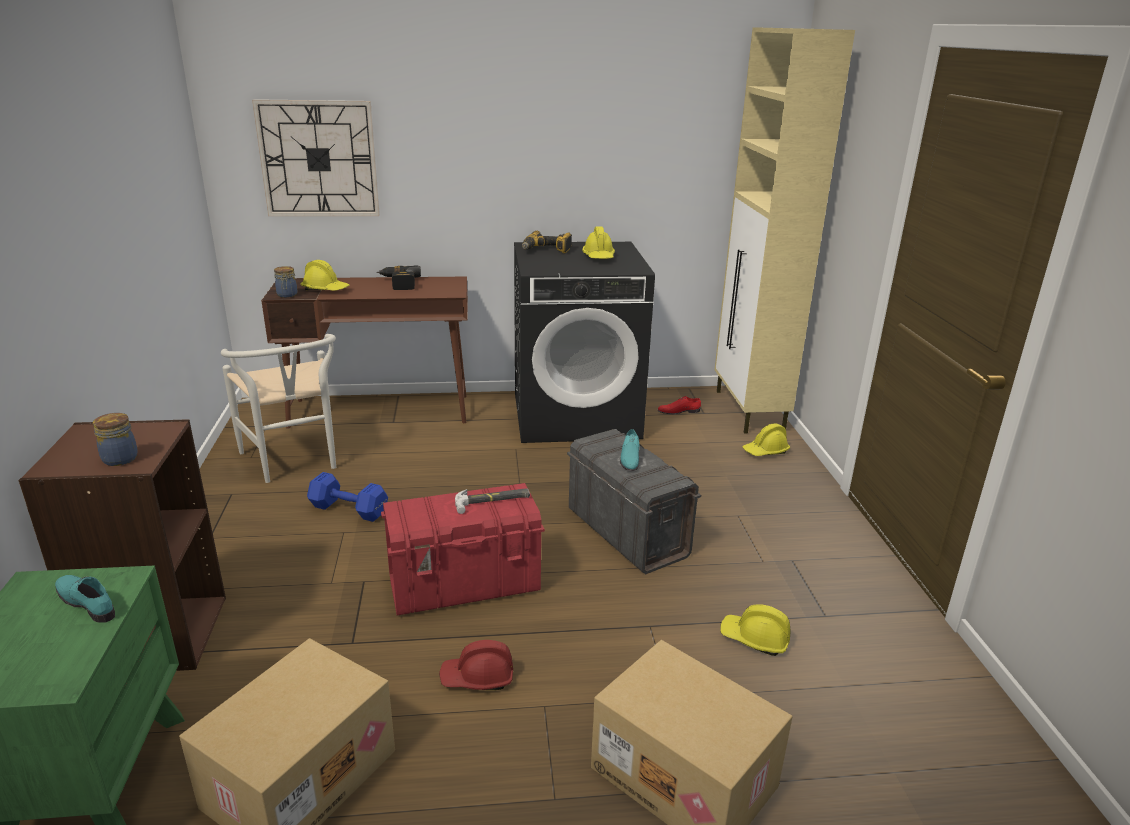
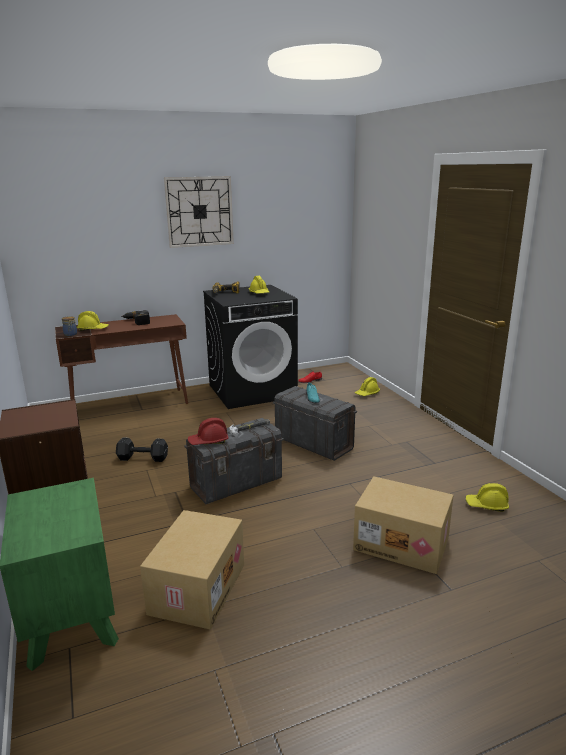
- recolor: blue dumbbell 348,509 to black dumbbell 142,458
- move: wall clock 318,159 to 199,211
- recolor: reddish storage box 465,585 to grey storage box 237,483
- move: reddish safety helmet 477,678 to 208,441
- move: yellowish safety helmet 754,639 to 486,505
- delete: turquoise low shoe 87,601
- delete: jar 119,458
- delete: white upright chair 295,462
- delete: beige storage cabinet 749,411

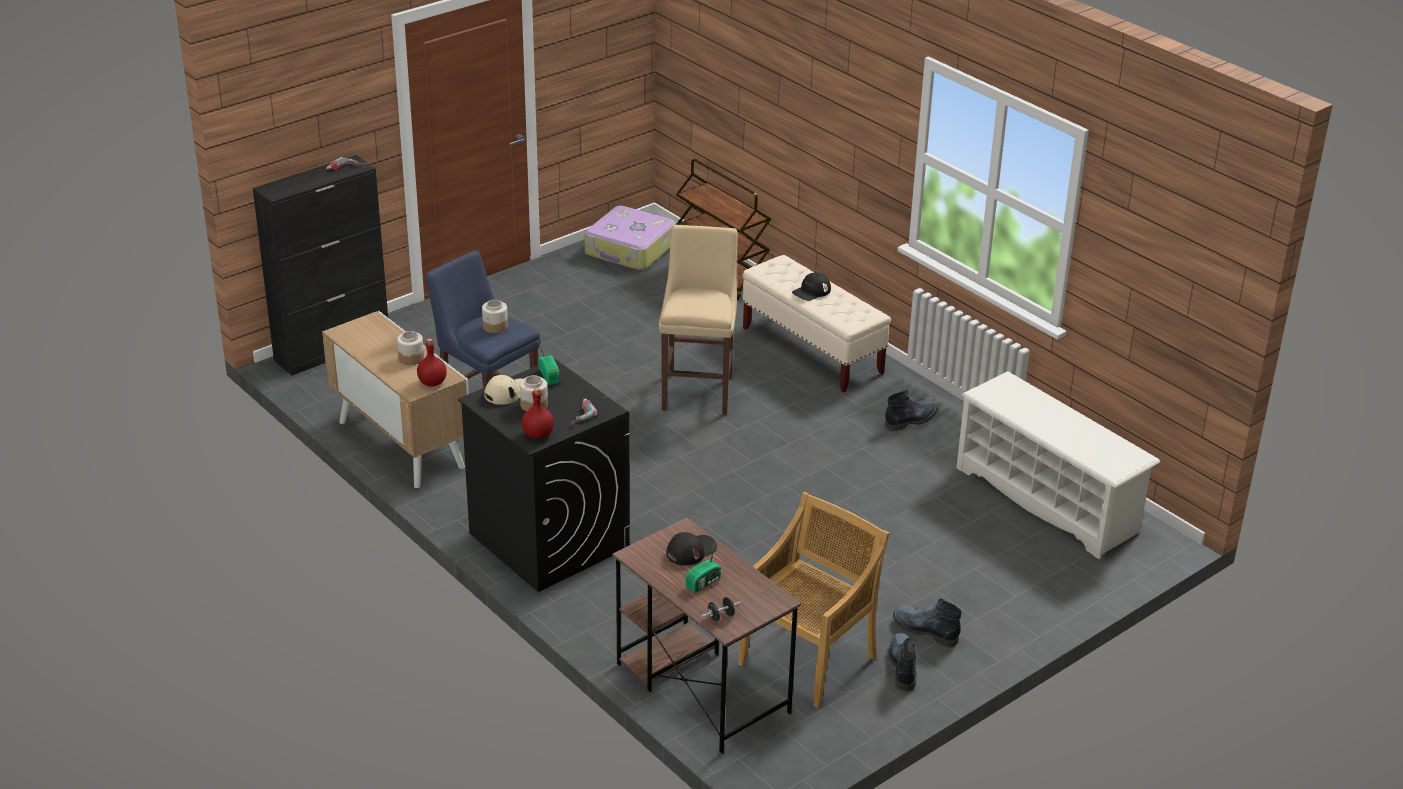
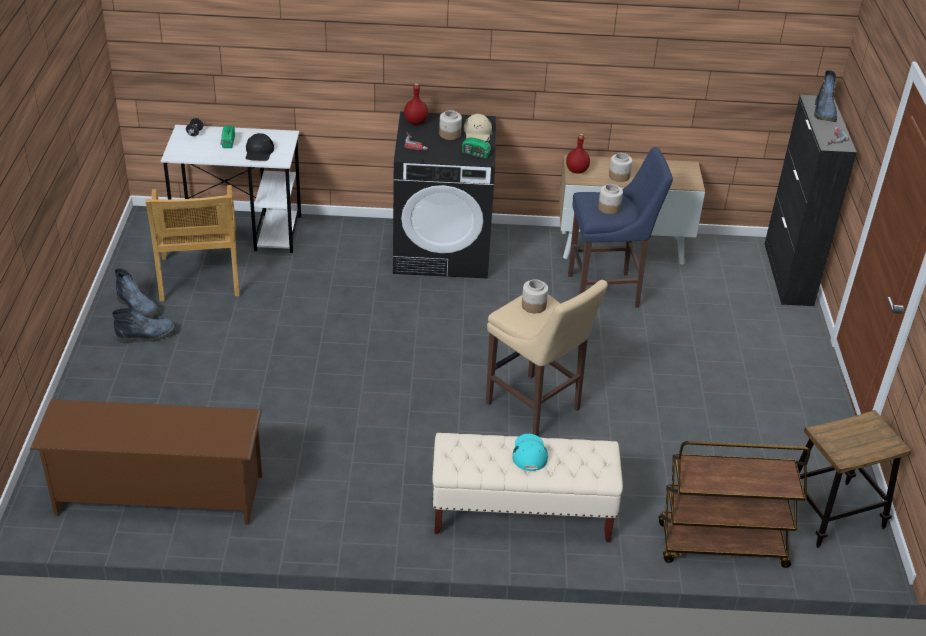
- recolor: white shoe rack 1048,500 to brown-coloured shoe rack 158,495
- recolor: brown-coloured desk table 701,687 to white desk table 240,231
- recolor: black peaked cap 811,291 to turquoise peaked cap 529,453
- insert: jar 533,305
- replace: travel case 630,250 to stool seat 832,514
- move: high-top boot 911,419 to 824,113

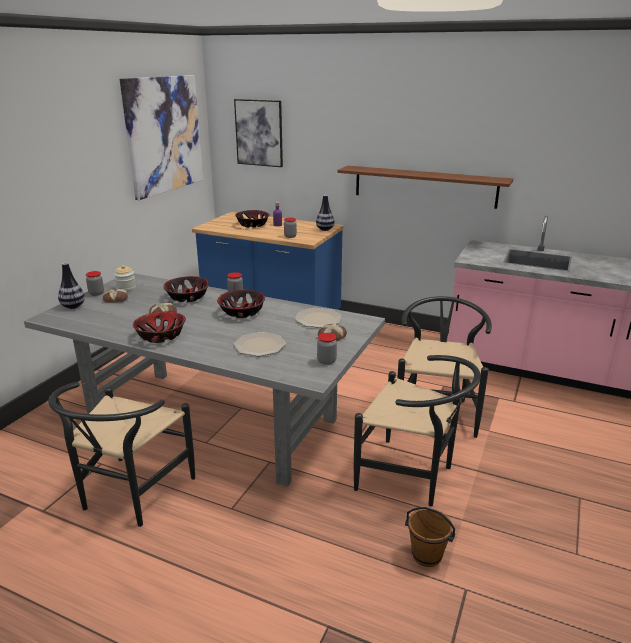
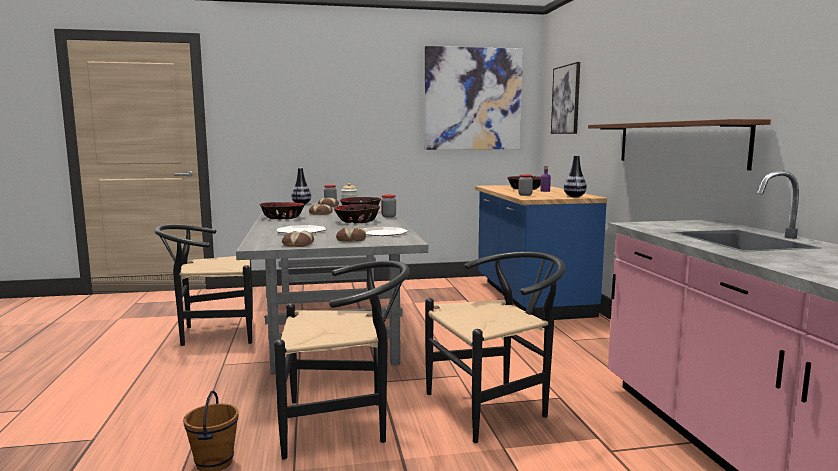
- rotate: black upright chair 412,477 = 345,424 90 degrees counterclockwise
- replace: jar 326,361 to bread 297,244

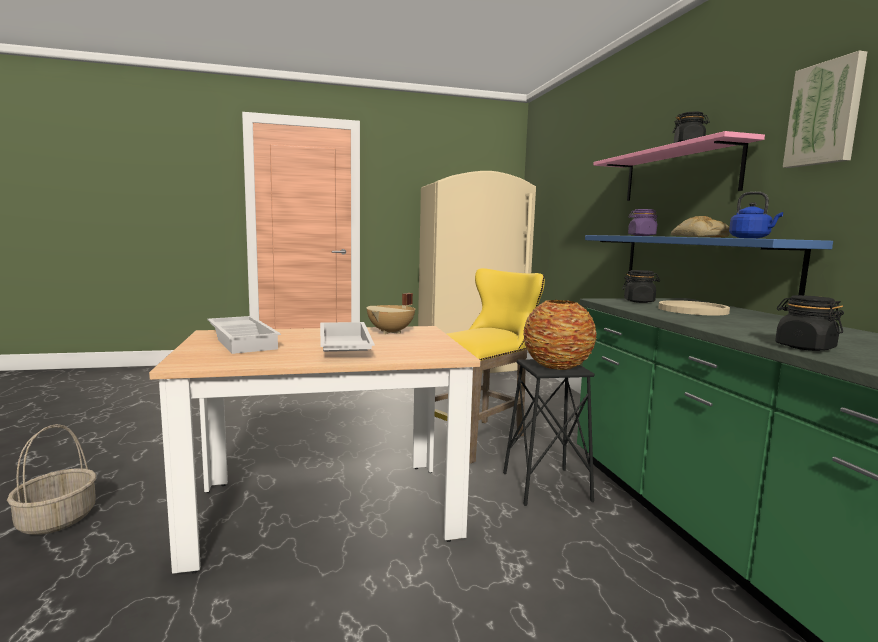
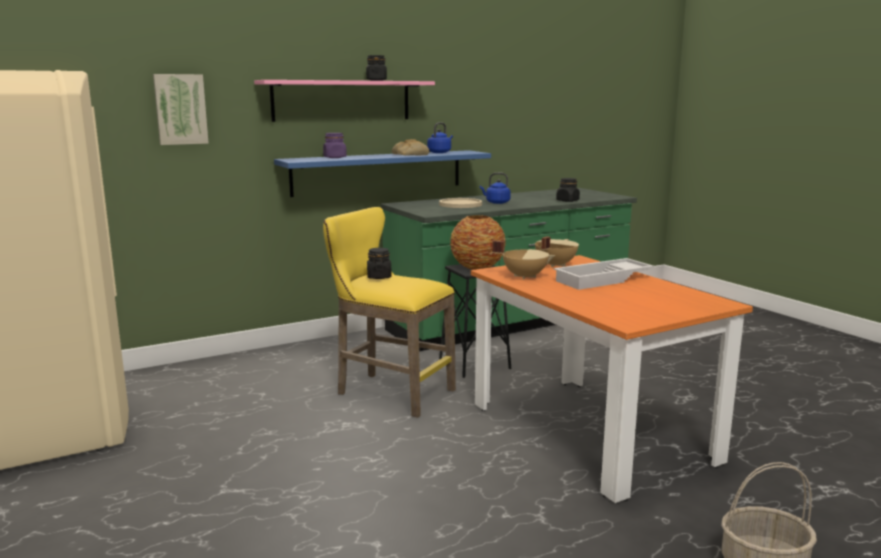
- move: picture 825,114 to 180,109
- move: black jar 639,301 to 379,277
- recolor: beige dinner table 326,510 to orange dinner table 590,432
- insert: blue water kettle 496,202
- insert: beige stockpot 554,265
- delete: white serving tray 244,340

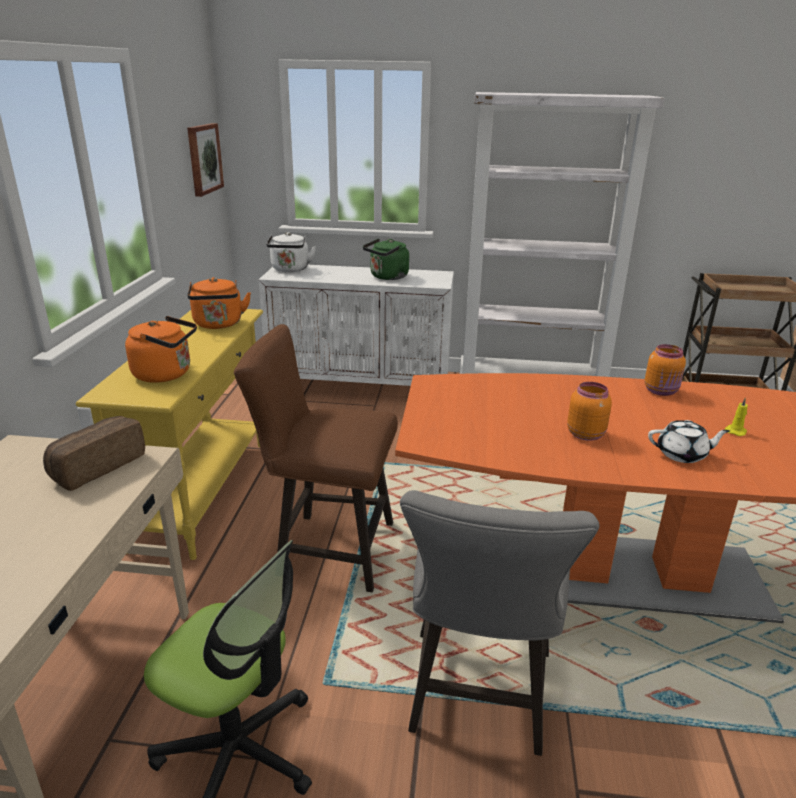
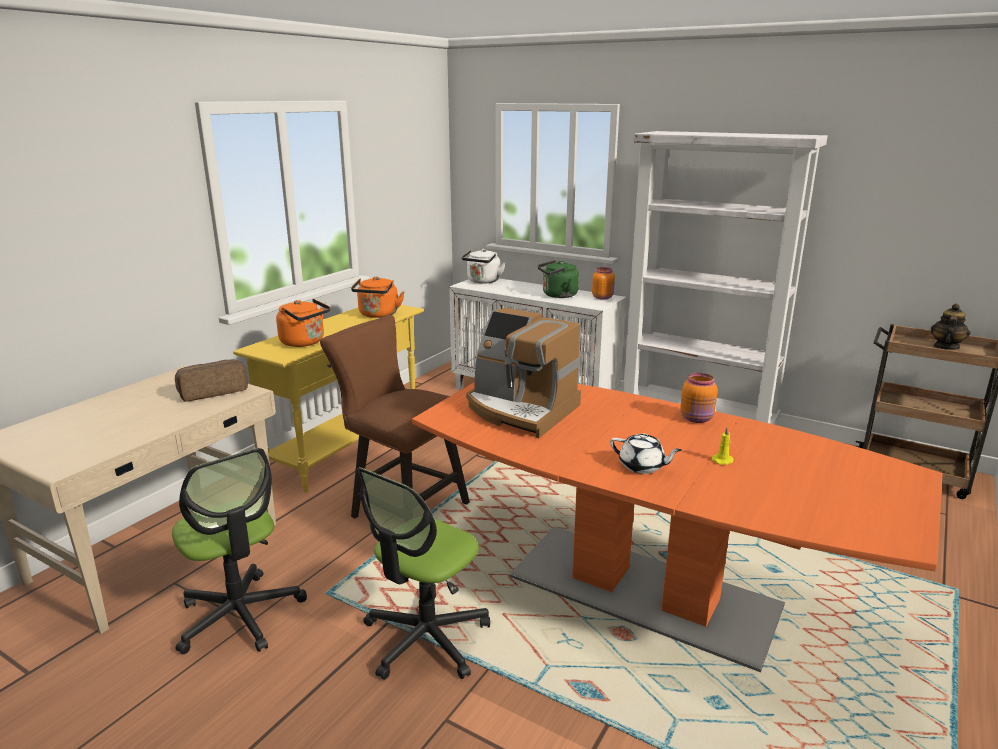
- replace: grey stool seat 478,700 to desk chair 426,638
- insert: coffee machine 521,410
- move: orange jar 585,434 to 602,297
- insert: tea pot 945,347
- delete: picture 203,159

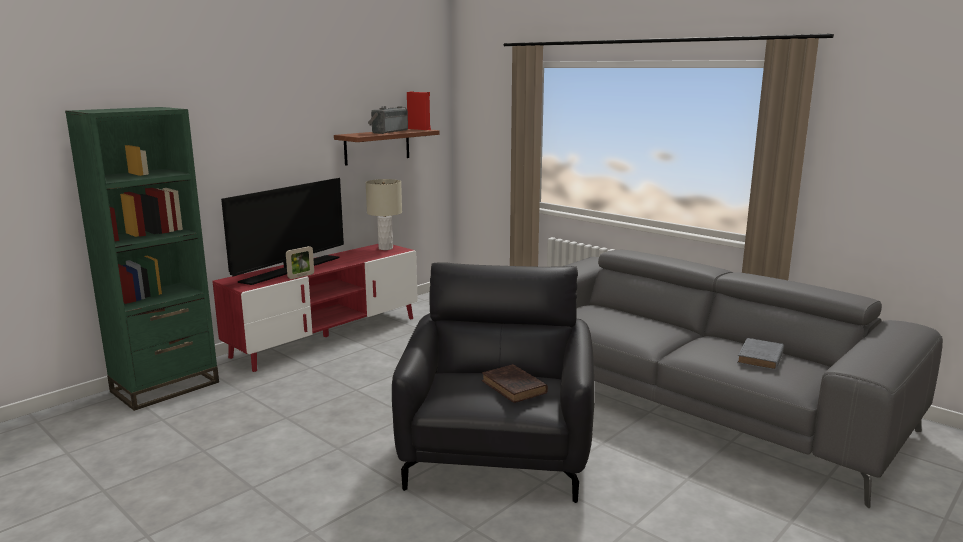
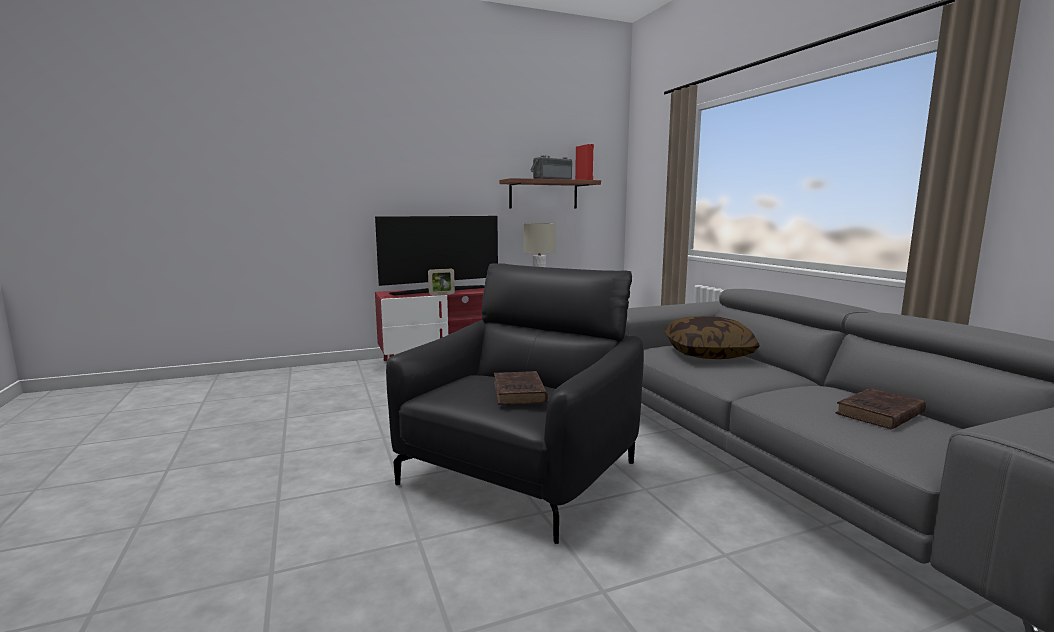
- insert: pillow 708,353
- recolor: grey volume 760,358 to brown-coloured volume 879,414
- delete: greenish bookshelf 165,387

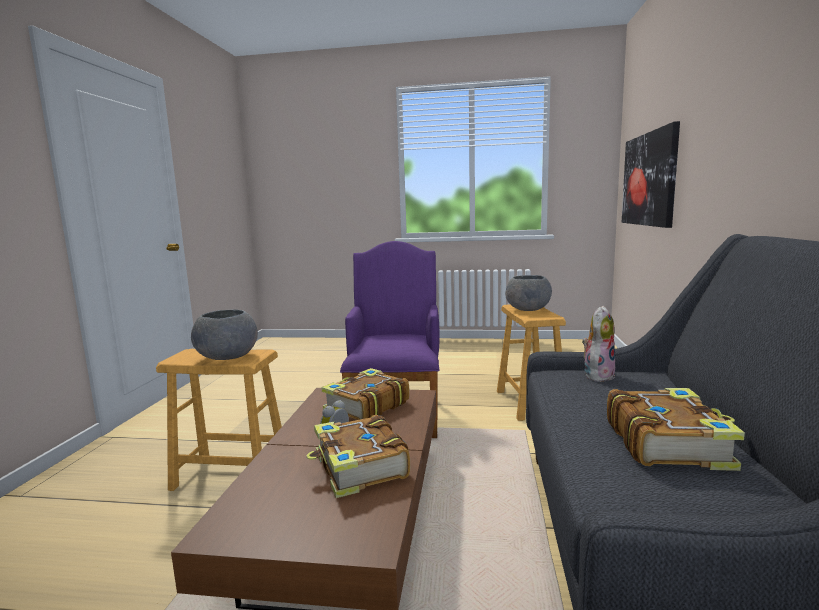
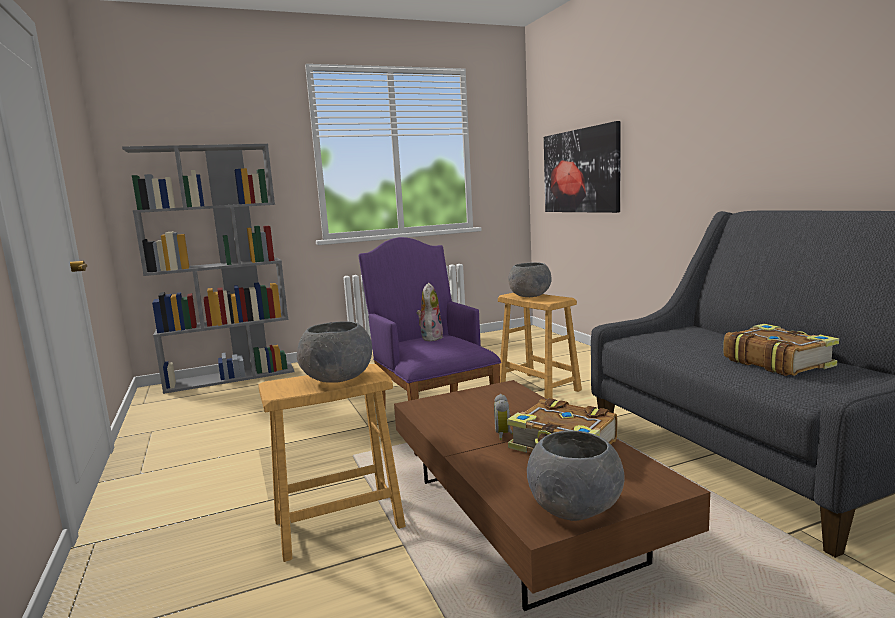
- insert: grey bookshelf 231,377
- move: soft toy 597,375 to 430,337
- insert: grey deep dish 576,507
- delete: volume 365,406

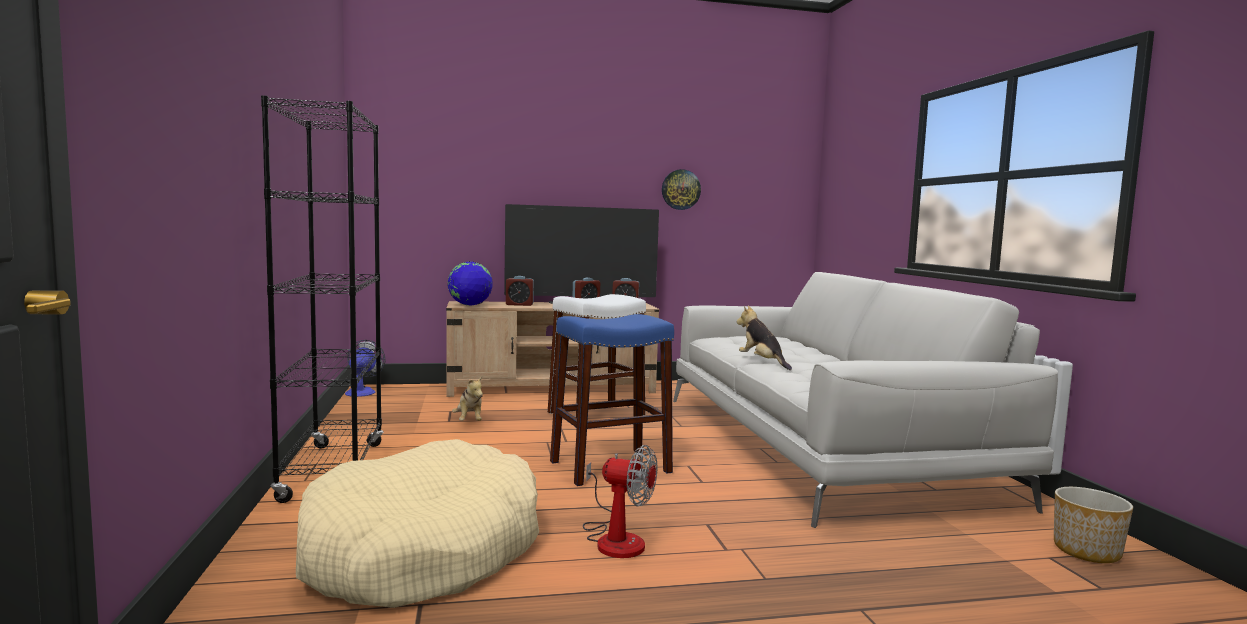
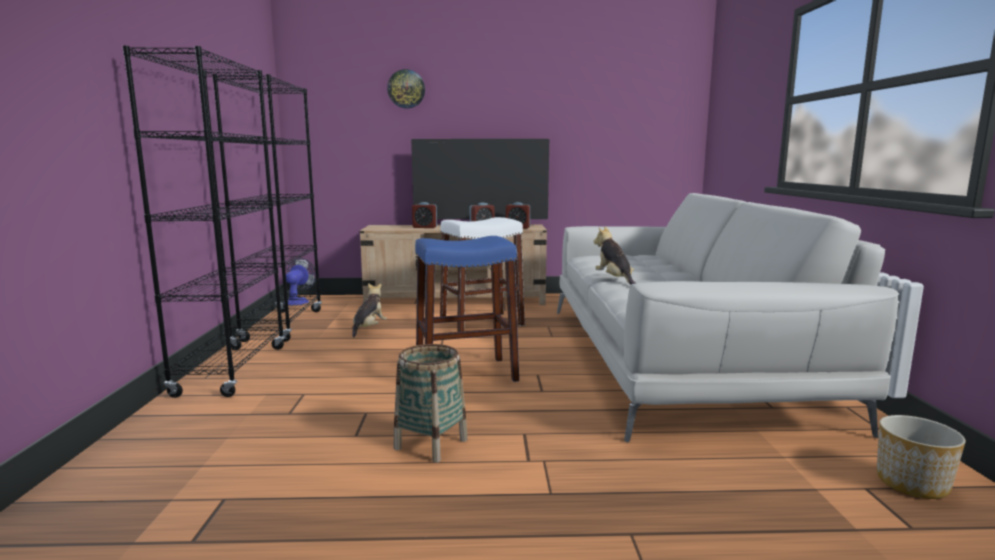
- insert: black bookshelf 283,325
- rotate: soft toy 469,421 = 369,328 150 degrees counterclockwise
- move: wall clock 681,189 to 406,89
- replace: electric fan 615,538 to household basket 431,444
- delete: beige dog cushion 422,551
- delete: globe 469,305

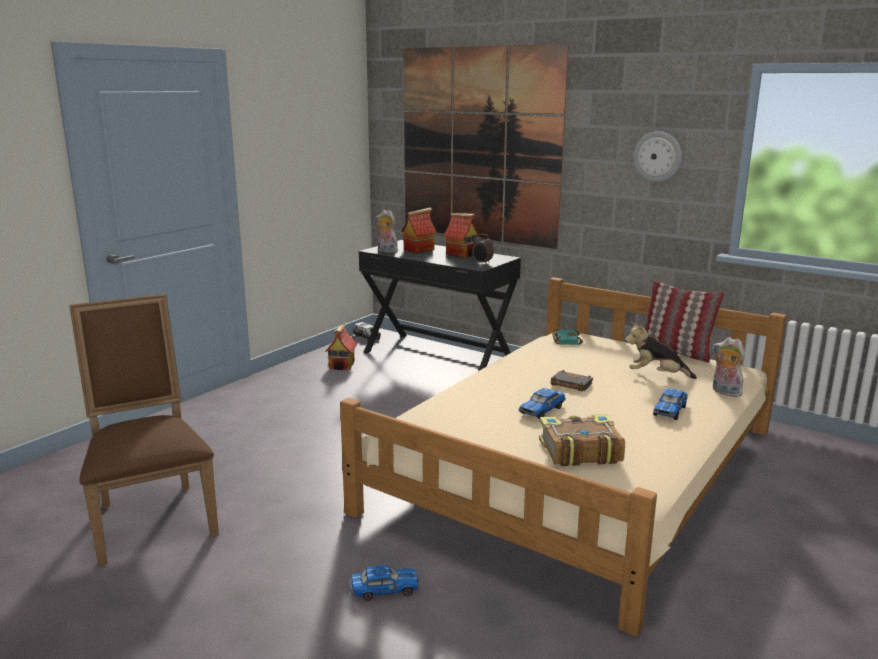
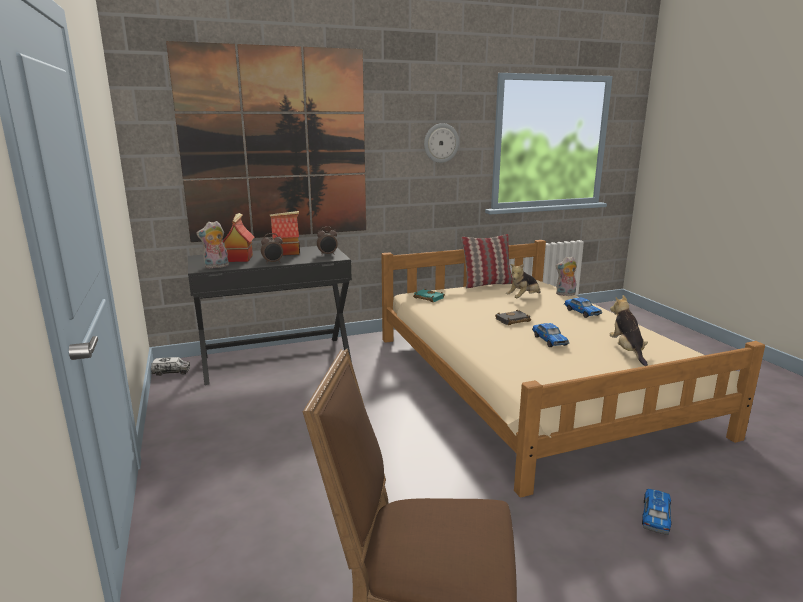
- insert: alarm clock 273,262
- replace: volume 579,451 to soft toy 627,351
- delete: model house 342,365

